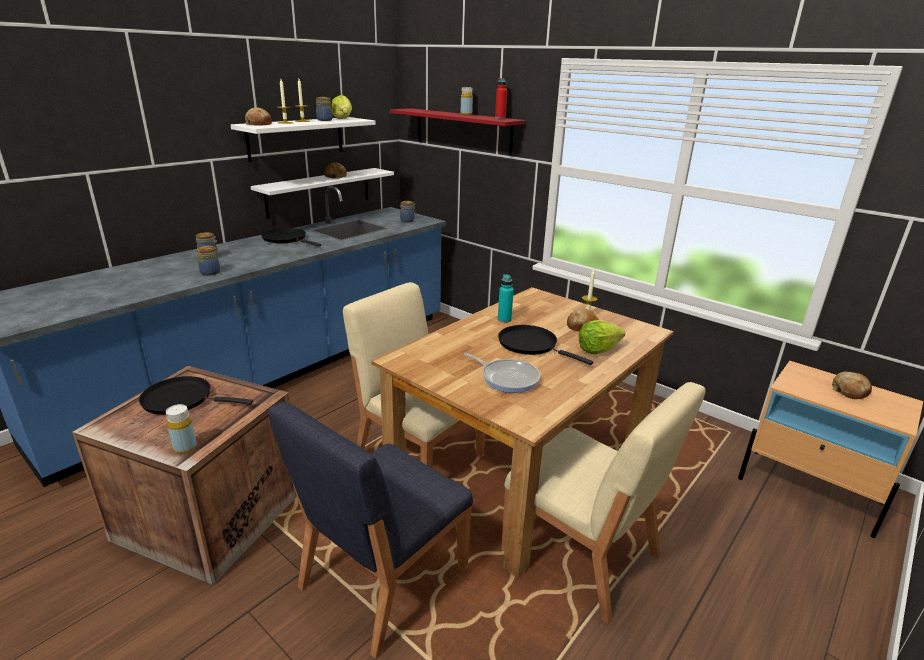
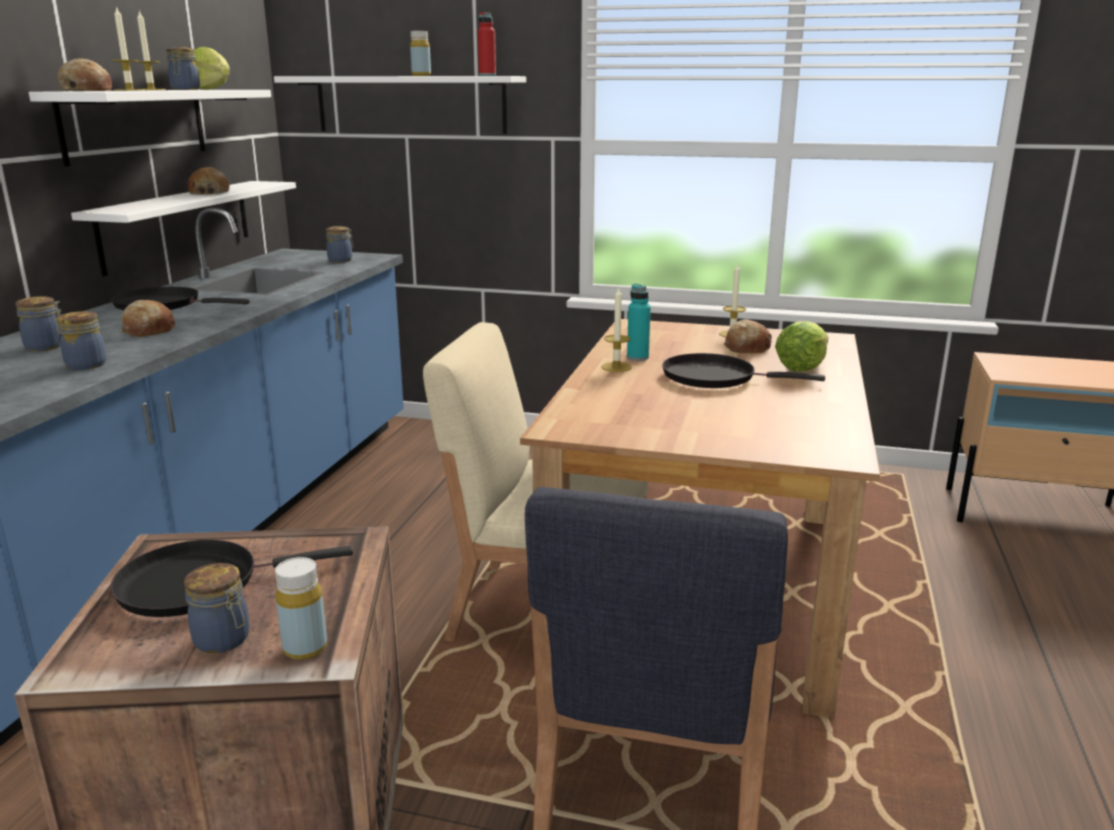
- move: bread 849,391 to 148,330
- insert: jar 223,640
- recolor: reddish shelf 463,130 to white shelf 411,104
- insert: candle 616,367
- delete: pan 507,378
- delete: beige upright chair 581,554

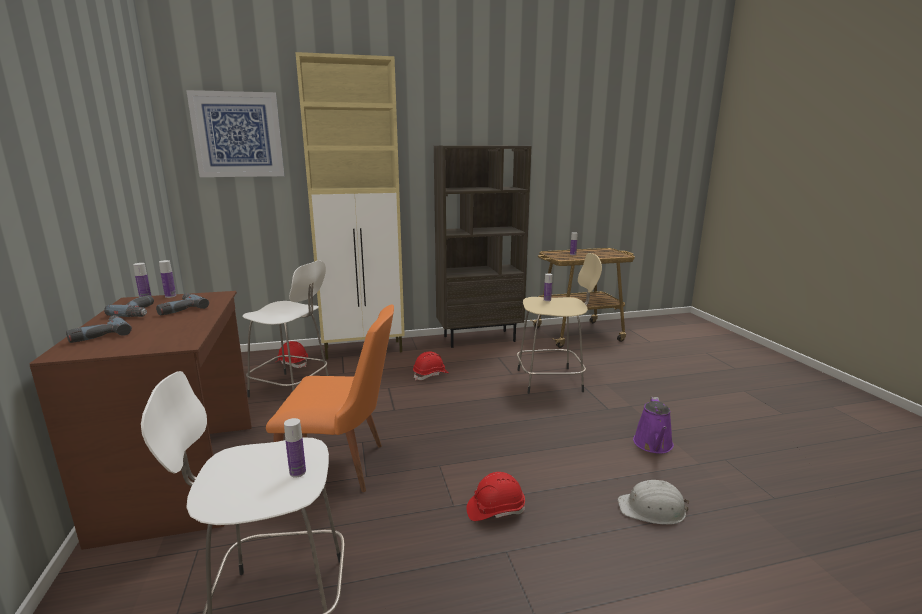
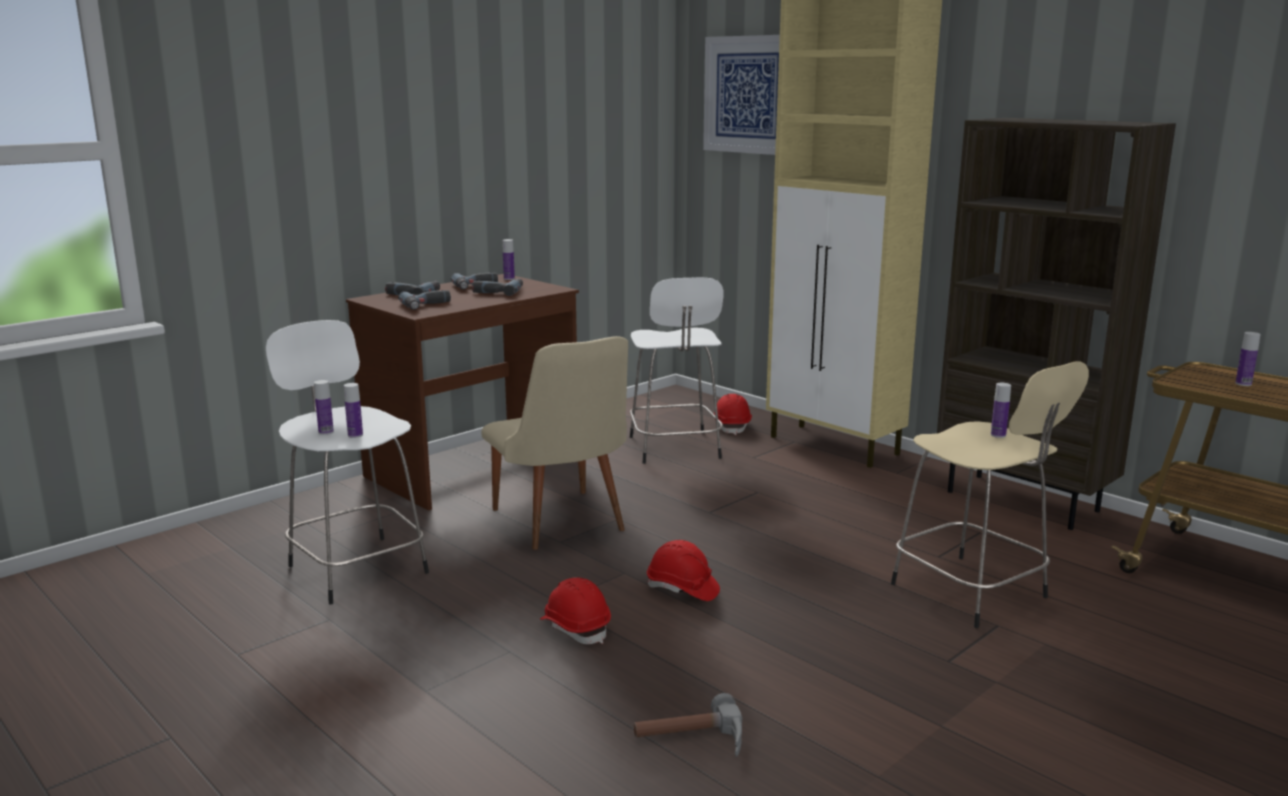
- move: drink bottle 170,296 to 326,432
- insert: power drill 427,306
- recolor: orange upright chair 342,467 to beige upright chair 562,525
- replace: white safety helmet 652,509 to hammer 691,741
- move: reddish safety helmet 431,375 to 682,589
- delete: purple sprinkling can 653,445

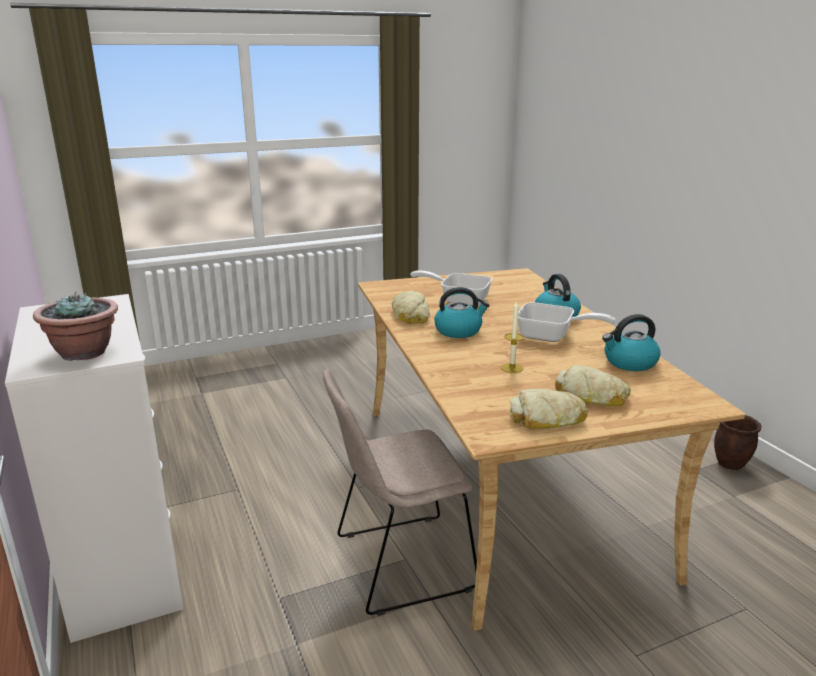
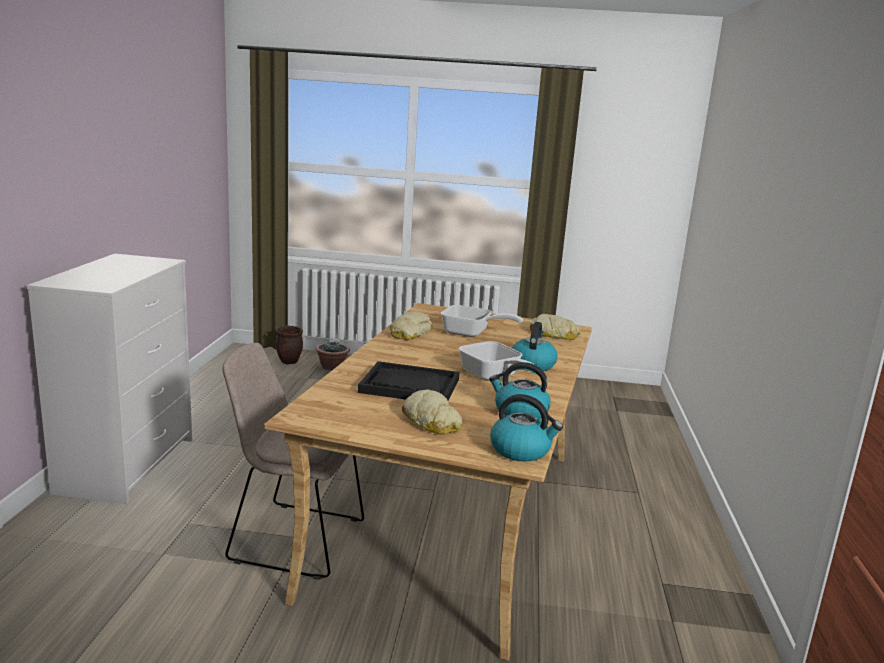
- move: brown-coloured plant pot 730,464 to 288,362
- move: potted plant 84,353 to 332,367
- replace: candle 512,368 to black serving tray 409,386
- rotate: pan 459,300 = 471,333 150 degrees clockwise
- move: water kettle 459,330 to 521,450
- move: bread 546,418 to 554,334

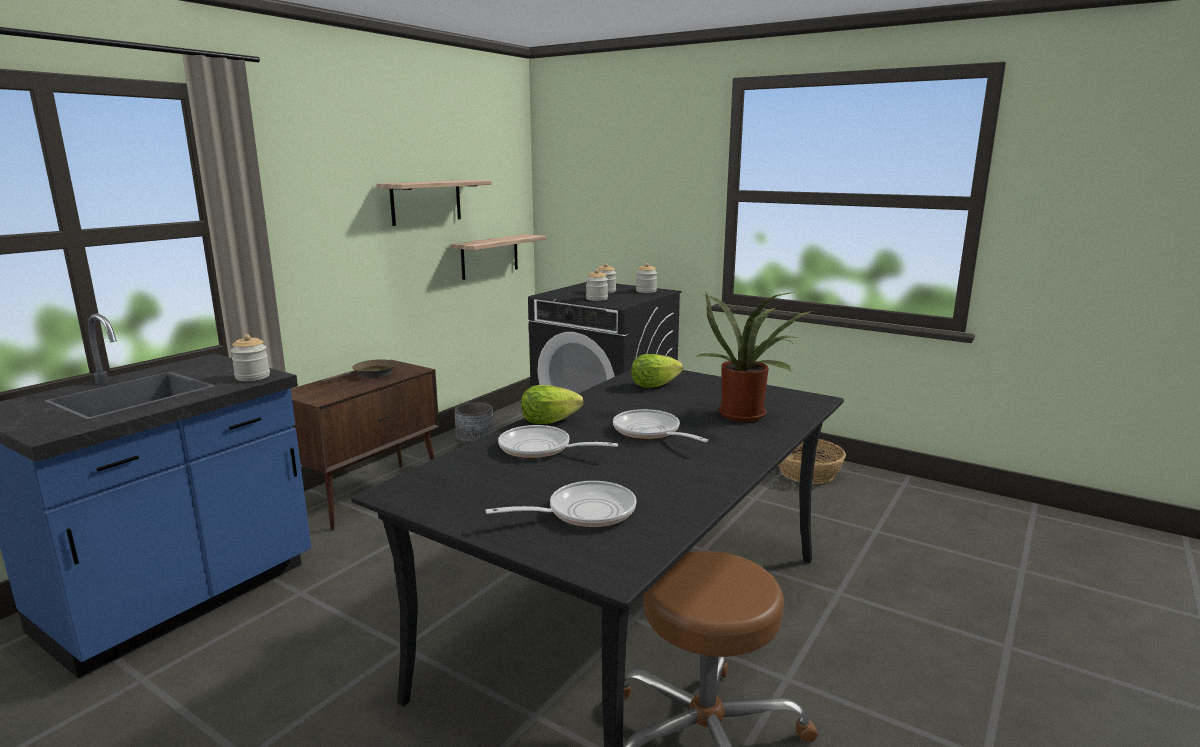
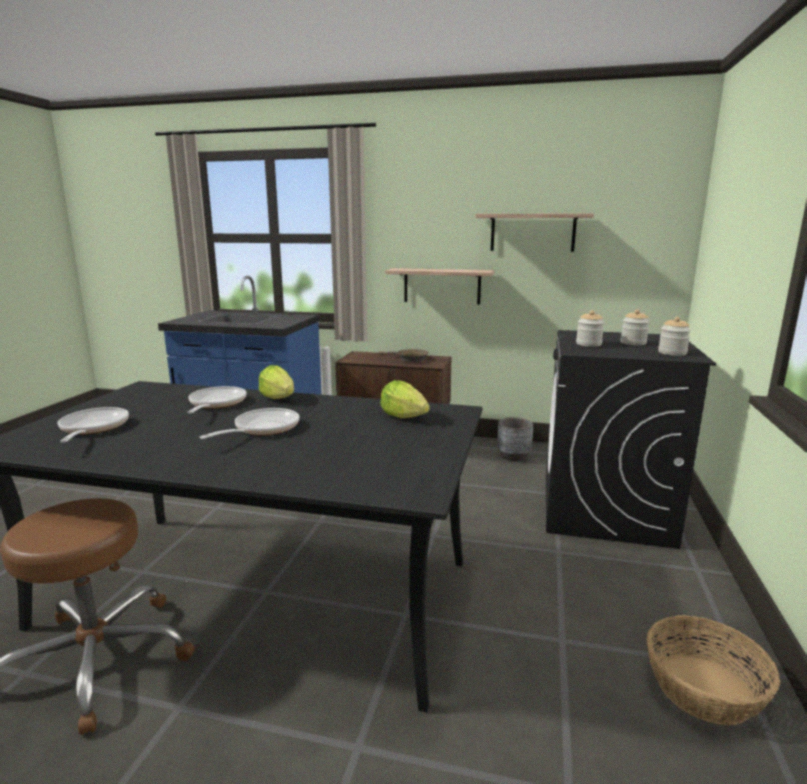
- rotate: pan 584,512 = 92,428 150 degrees counterclockwise
- move: shelf 490,256 to 442,286
- delete: jar 252,377
- delete: potted plant 745,414

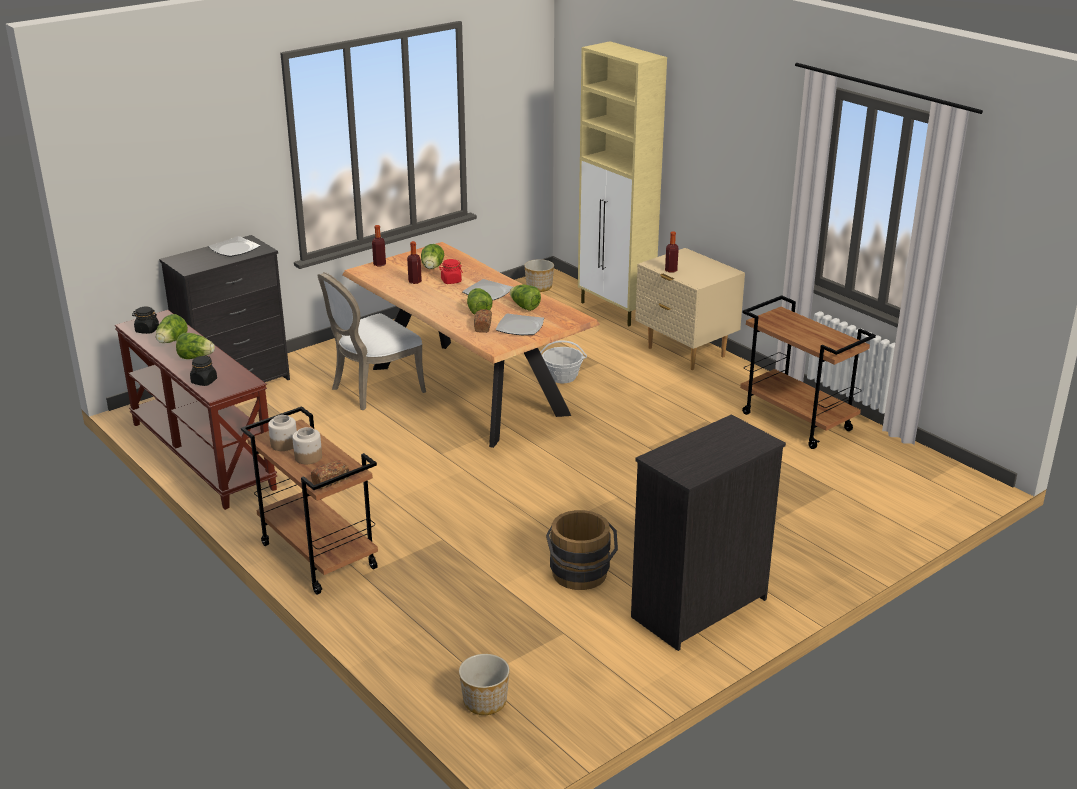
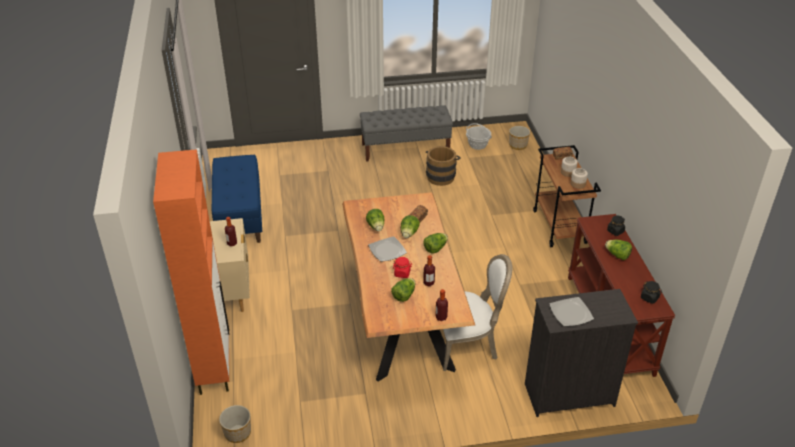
- recolor: beige storage cabinet 616,310 to orange storage cabinet 214,366
- replace: brown-coloured wheeled cart 798,422 to blue long seat 239,216
- replace: black drawer chest 697,608 to grey long seat 405,149
- move: lettuce 172,341 to 435,248
- move: household basket 562,377 to 477,145
- delete: plate 520,327

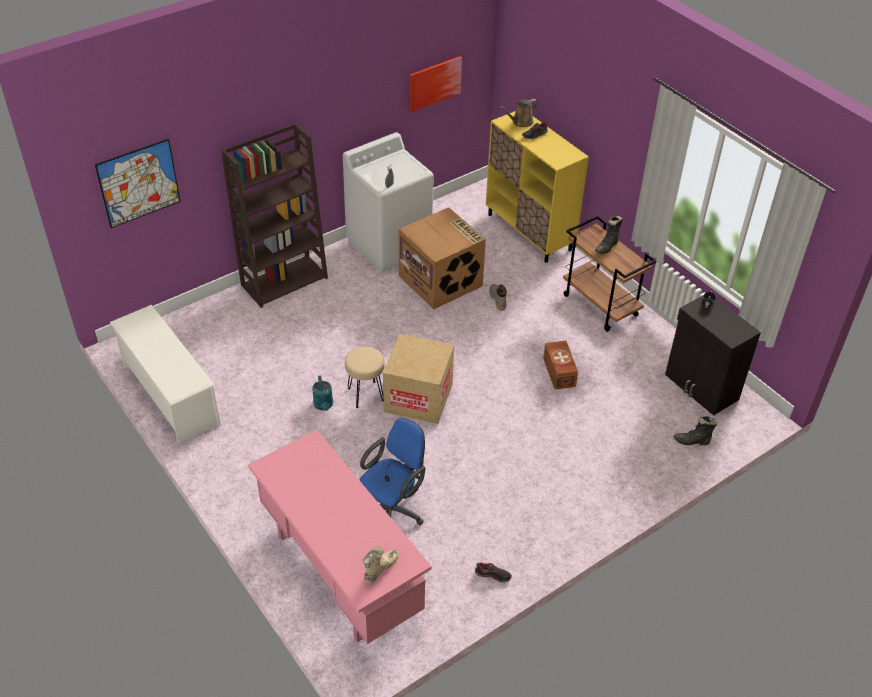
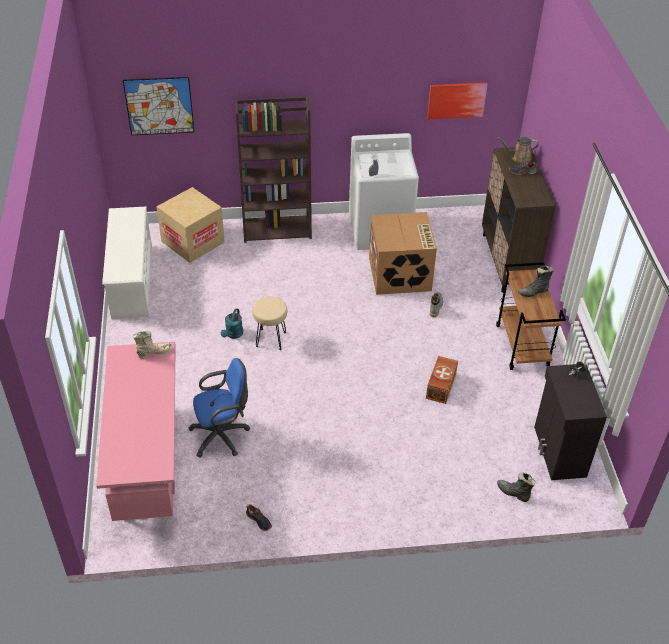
- move: beige high-top boot 380,569 to 154,352
- move: packing box 418,397 to 193,242
- recolor: yellowish storage cabinet 529,232 to brown-coloured storage cabinet 507,262

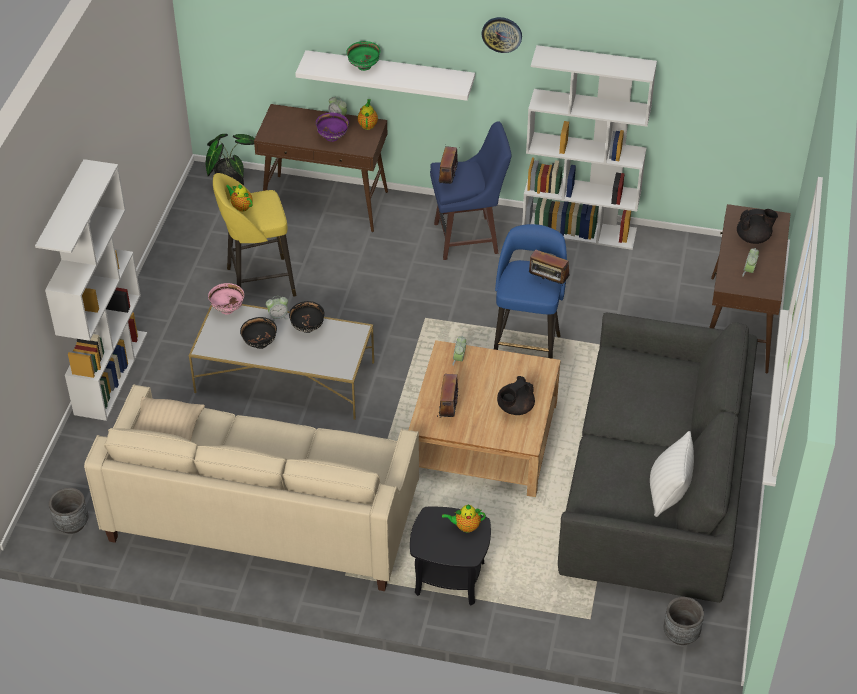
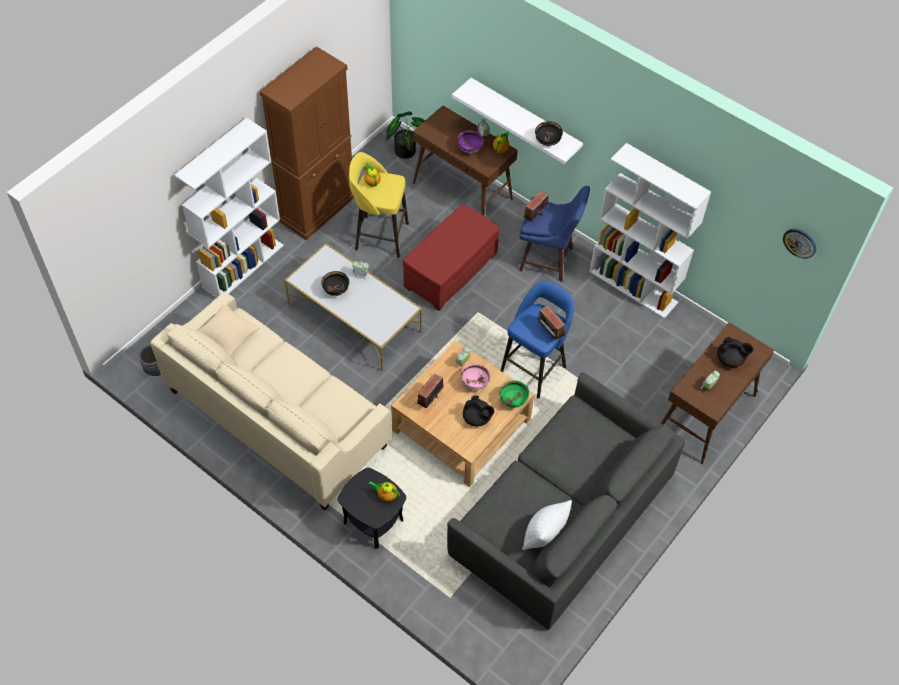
- insert: brown-coloured storage cabinet 318,209
- insert: reddish footrest 451,271
- move: pink deep dish 227,309 to 474,383
- rotate: black tea pot 514,408 = 477,418 120 degrees counterclockwise
- move: greenish deep dish 364,67 to 513,401
- move: black deep dish 308,328 to 547,142
- move: wall clock 502,34 to 800,242
- delete: grey plant pot 681,634

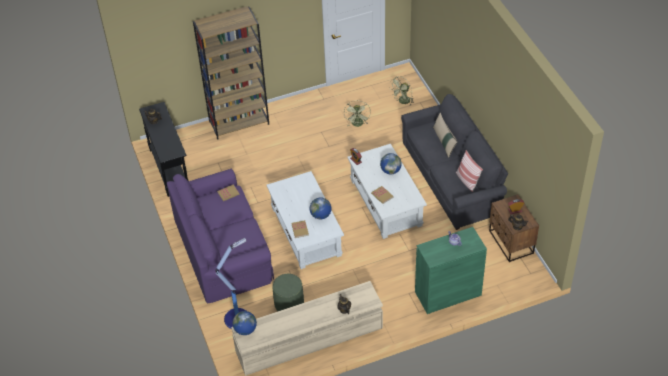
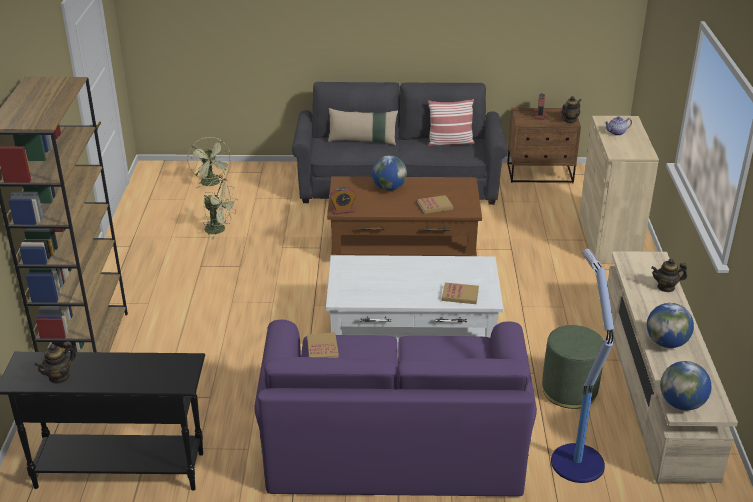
- recolor: white lounge table 386,203 to brown-coloured lounge table 403,245
- recolor: greenish storage cabinet 448,293 to beige storage cabinet 608,238
- move: globe 321,215 to 666,343

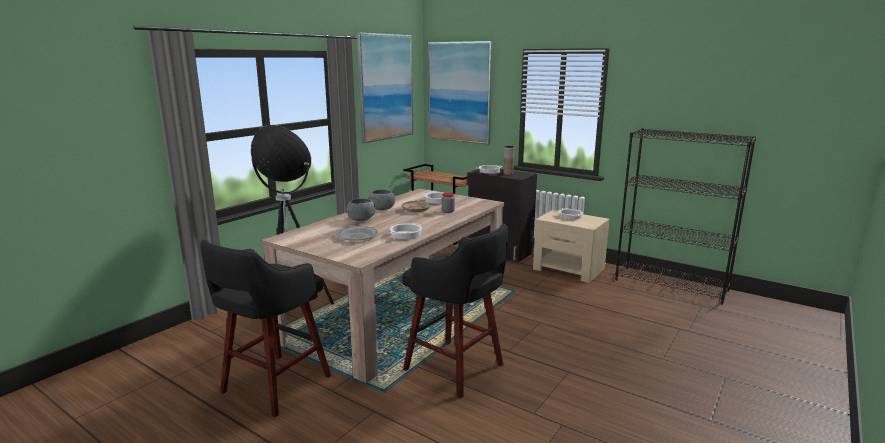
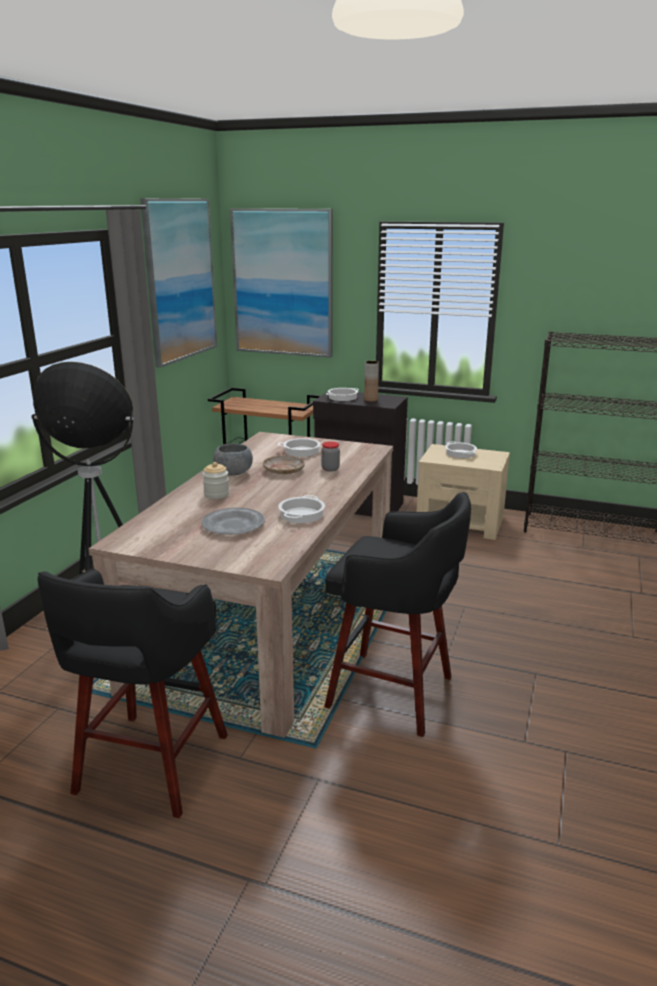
- replace: grey deep dish 361,219 to jar 216,494

